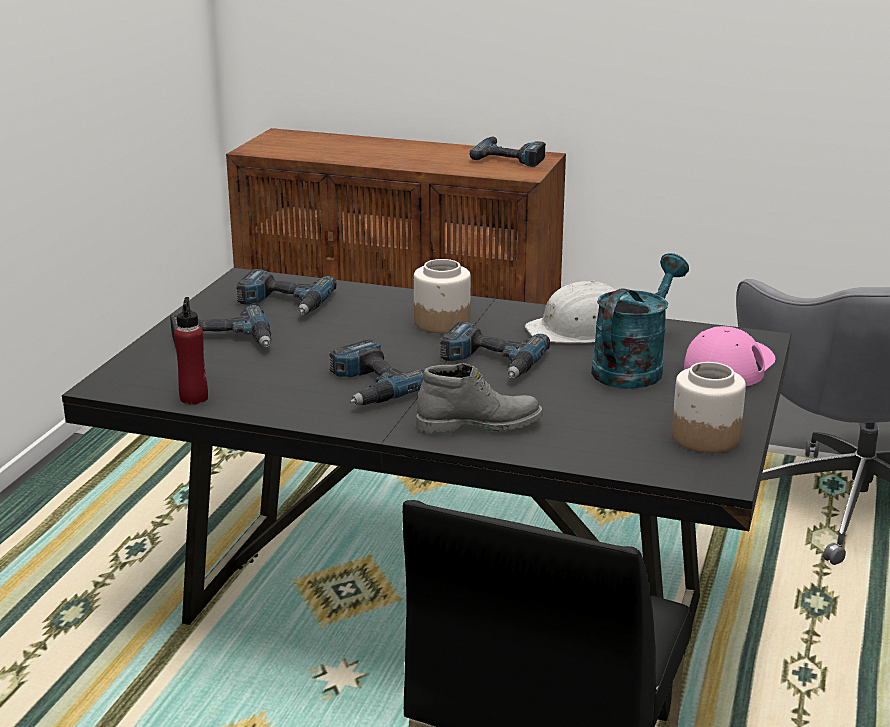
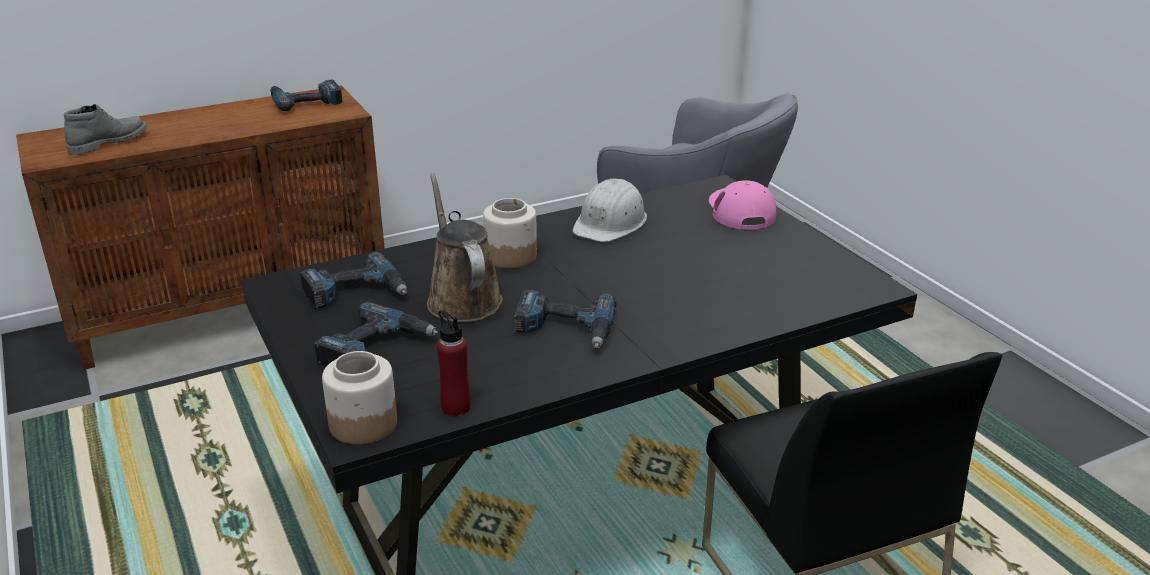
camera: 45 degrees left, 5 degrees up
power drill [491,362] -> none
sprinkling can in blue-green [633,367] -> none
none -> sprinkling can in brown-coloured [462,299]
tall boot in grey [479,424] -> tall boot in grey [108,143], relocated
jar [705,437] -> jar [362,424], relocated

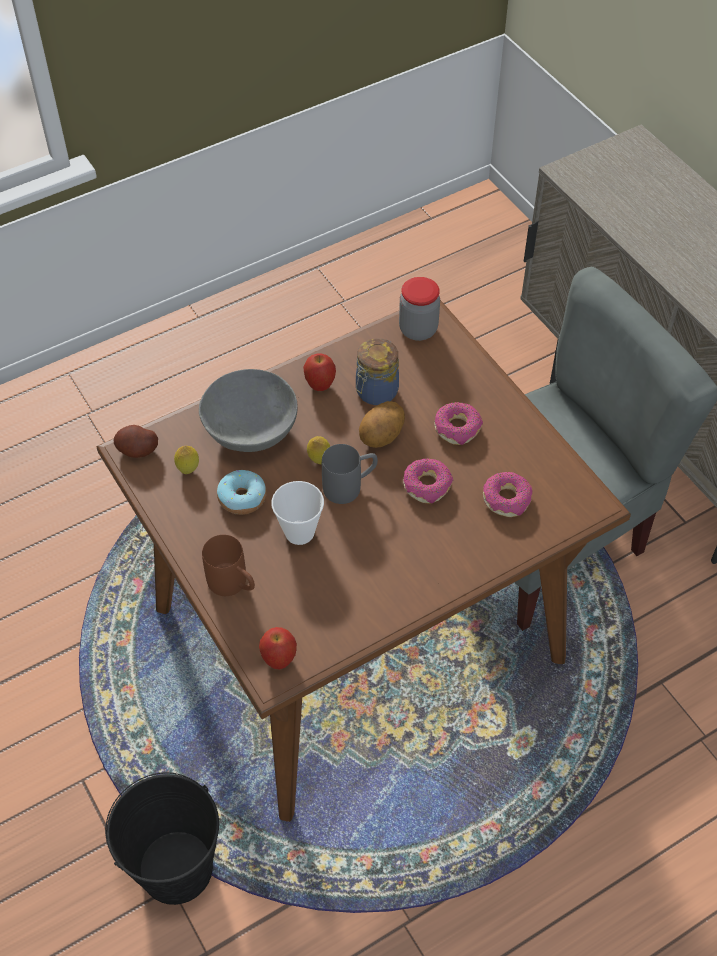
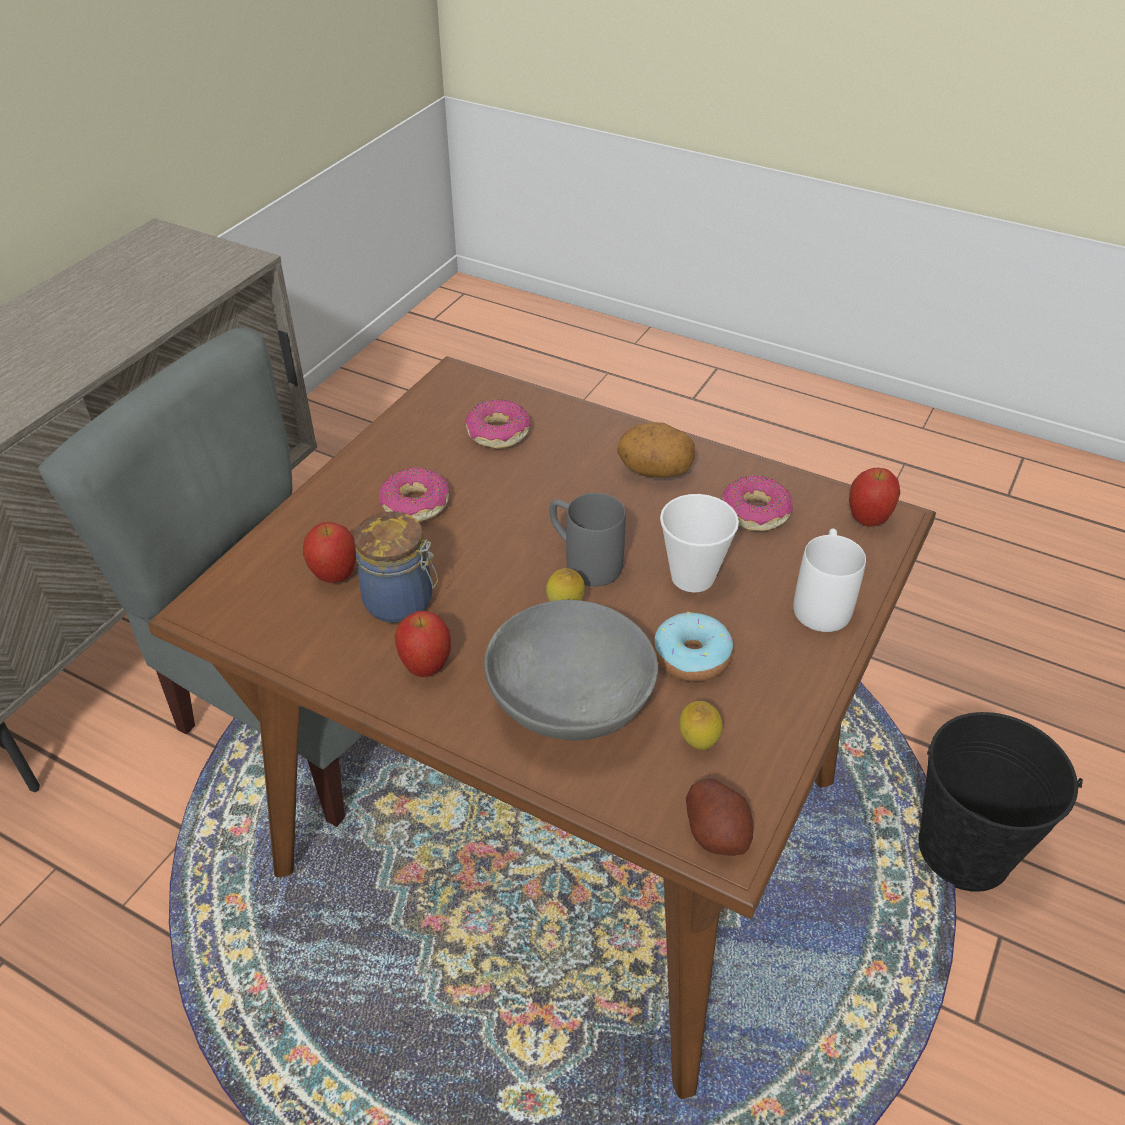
camera: 120 degrees left, 10 degrees down
jar [418,329] -> none
none -> whole apple [335,576]
whole potato [382,436] -> whole potato [655,471], relocated
ring doughnut [427,485] -> ring doughnut [755,513], relocated
coffee mug in brown-coloured [233,585] -> coffee mug in white-coloured [822,601]

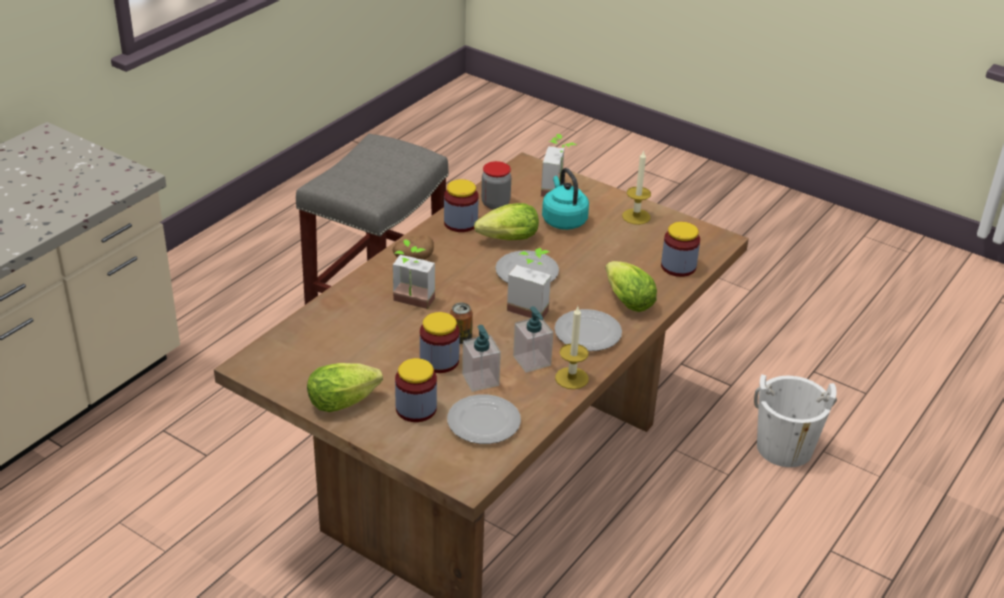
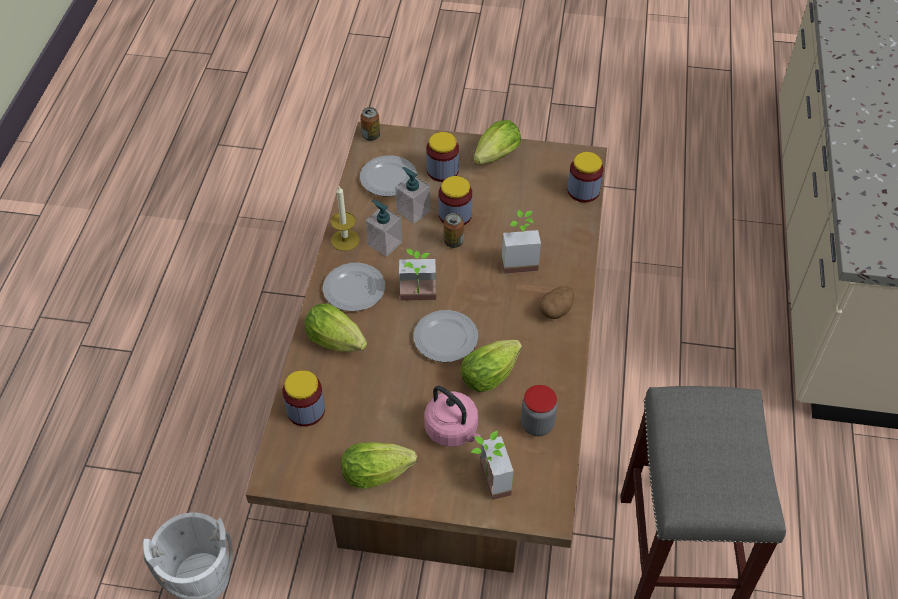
camera: 155 degrees right, 15 degrees up
none -> sealed can [371,136]
jar [460,223] -> jar [583,191], relocated
candle [636,216] -> head of lettuce [380,473]
tea kettle in blue-green [563,220] -> tea kettle in pink [453,431]

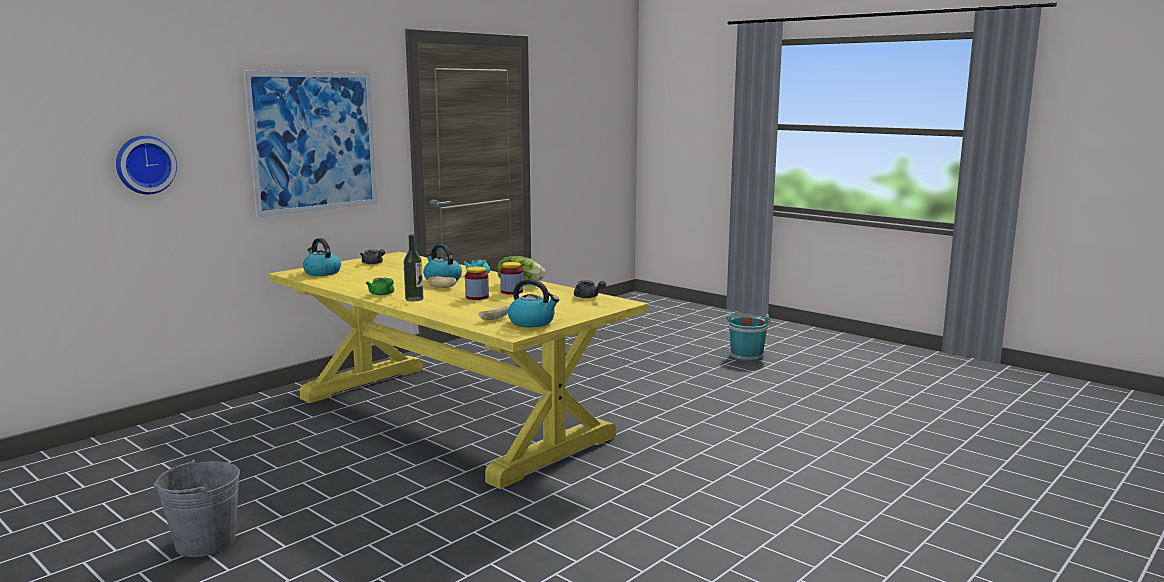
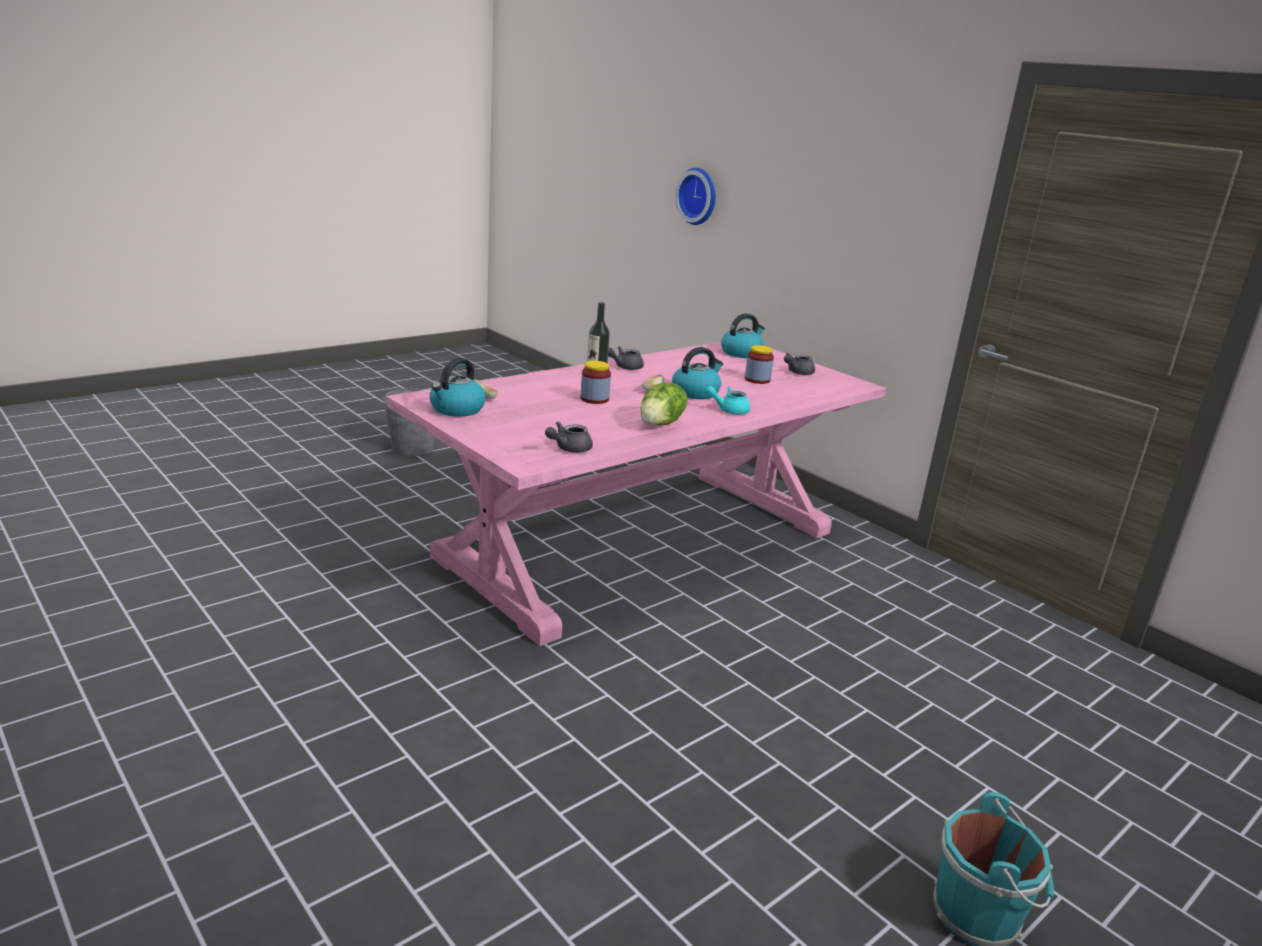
camera: 95 degrees right, 10 degrees up
wall picture [314,142] -> none
jar [512,292] -> jar [757,380], relocated
kitchen table in yellow [450,416] -> kitchen table in pink [642,544]
teapot in green-coloured [383,294] -> teapot in grey [624,367]

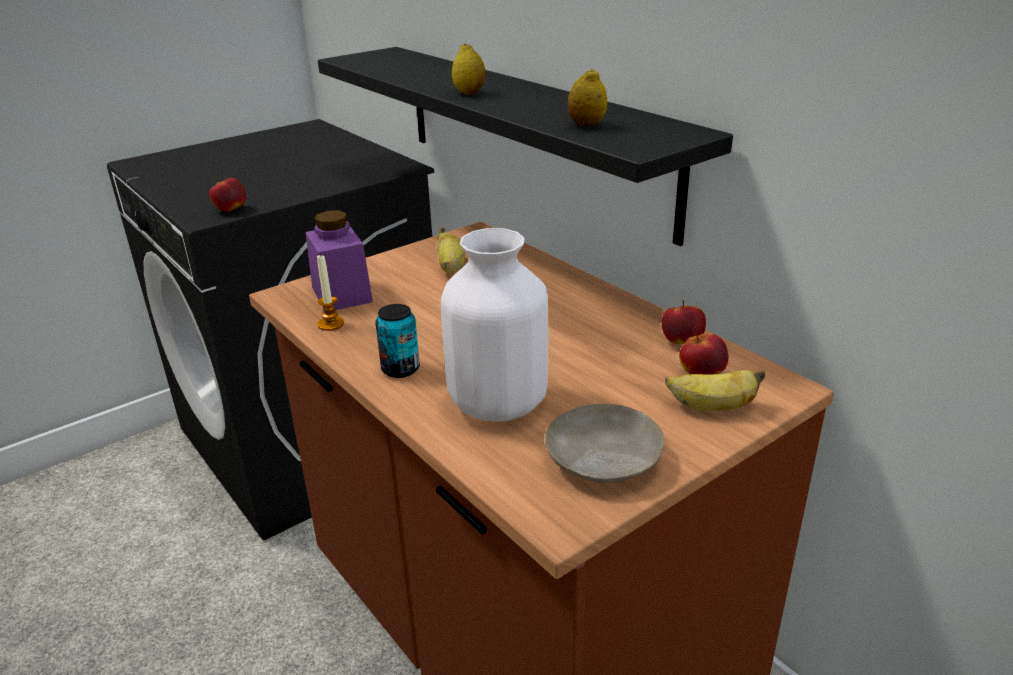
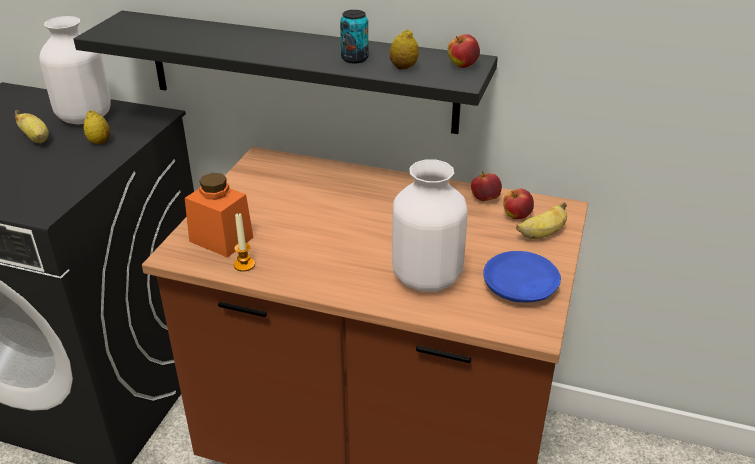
camera: 35 degrees left, 5 degrees up
none -> vase in white-coloured [84,117]
whole apple [231,210] -> whole apple [462,66], relocated
sealed can [400,369] -> sealed can [354,59], relocated
banana fruit [451,267] -> banana fruit [36,139], relocated
citrus fruit [469,93] -> citrus fruit [99,142], relocated
jar in purple-coloured [342,294] -> jar in orange-coloured [221,239]
flat dish in sand-coloured [602,459] -> flat dish in blue [519,287]

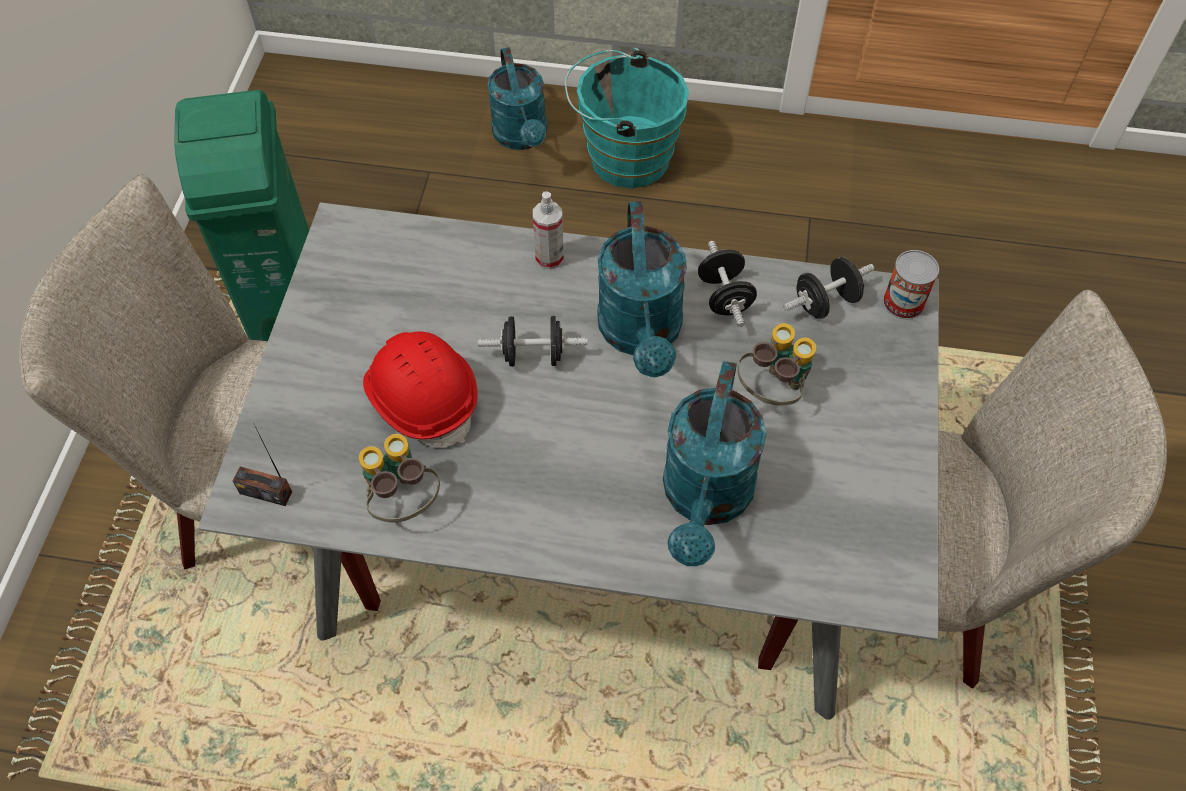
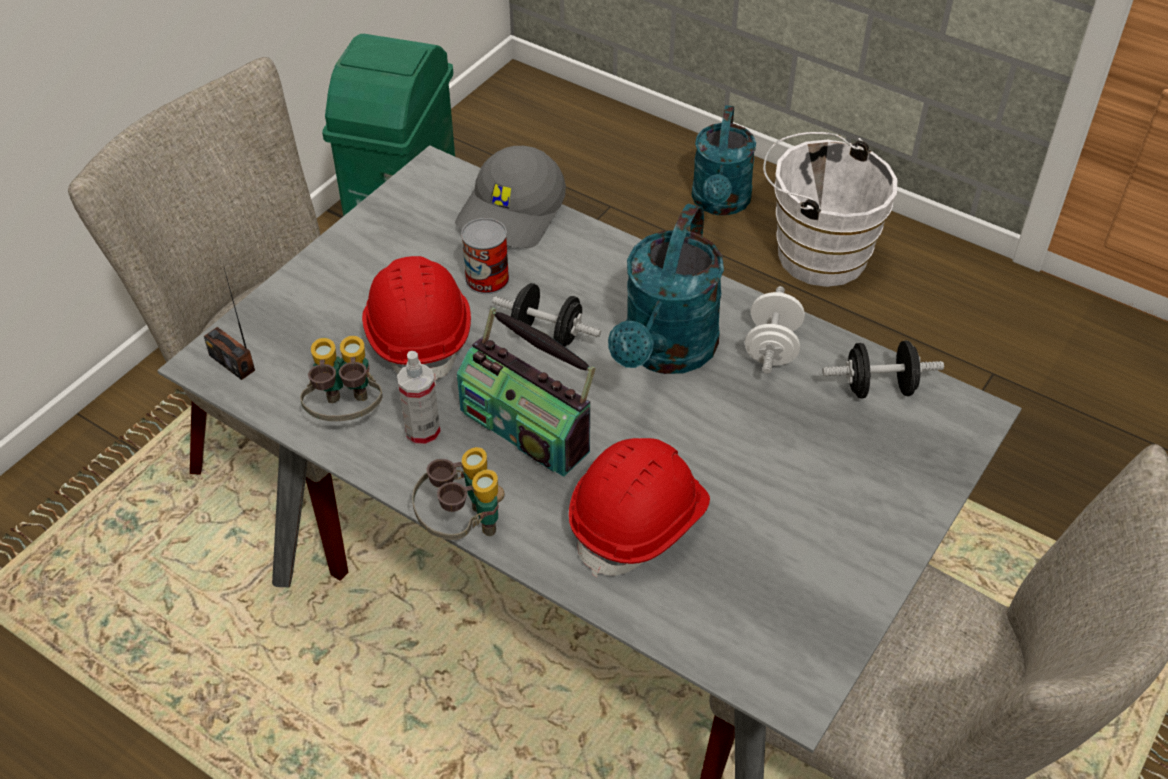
camera: 25 degrees right, 10 degrees down
none -> peaked cap in grey [513,213]
none -> radio receiver [527,428]
hand sprayer [549,258] -> hand sprayer [423,432], relocated
binoculars [772,390] -> binoculars [462,527], relocated
sealed can [903,302] -> sealed can [487,279], relocated
sprinkling can in blue-green [705,499] -> safety helmet in red [640,521]
pail in blue-green [623,157] -> pail in white-coloured [815,252]
free weight in blackish [724,297] -> free weight in white-coloured [772,347]

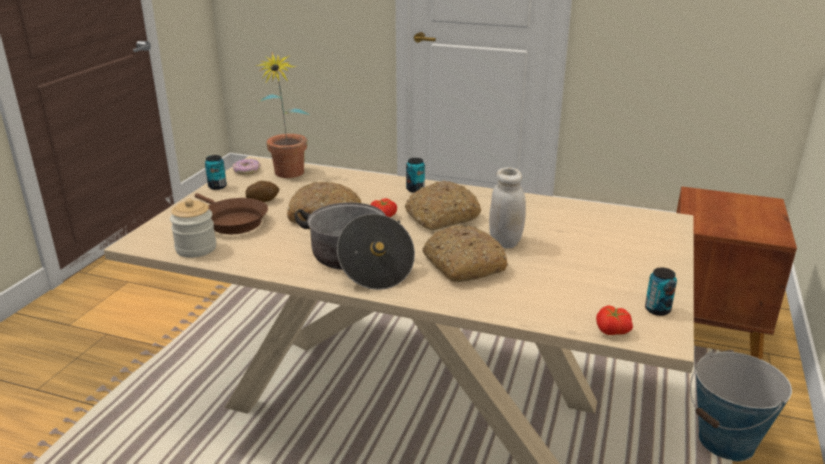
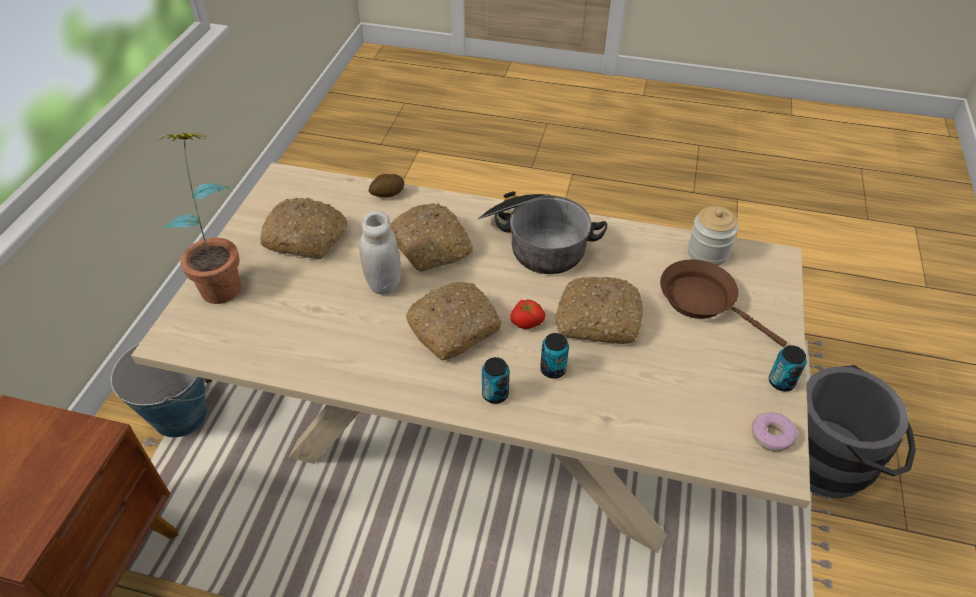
camera: 175 degrees right, 20 degrees up
tomato [611,331] -> none
none -> bakery bread [306,237]
none -> pail in grey [833,460]
whole potato [263,200] -> whole potato [387,194], relocated
plant in a pot [287,176] -> plant in a pot [223,280], relocated
sealed can [657,310] -> sealed can [553,369], relocated

